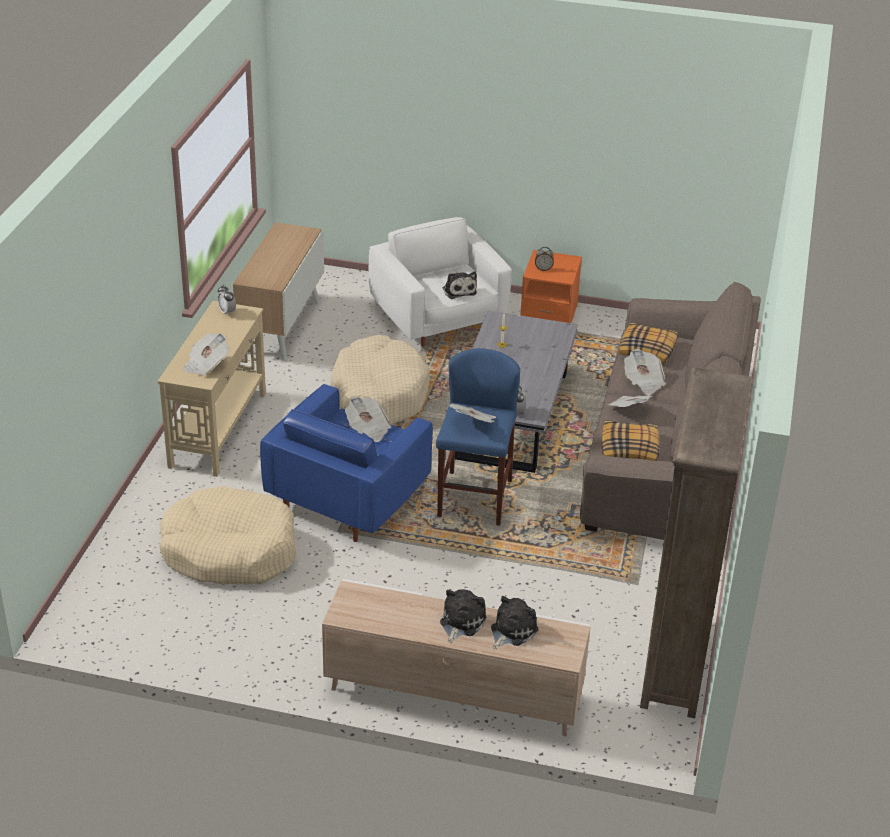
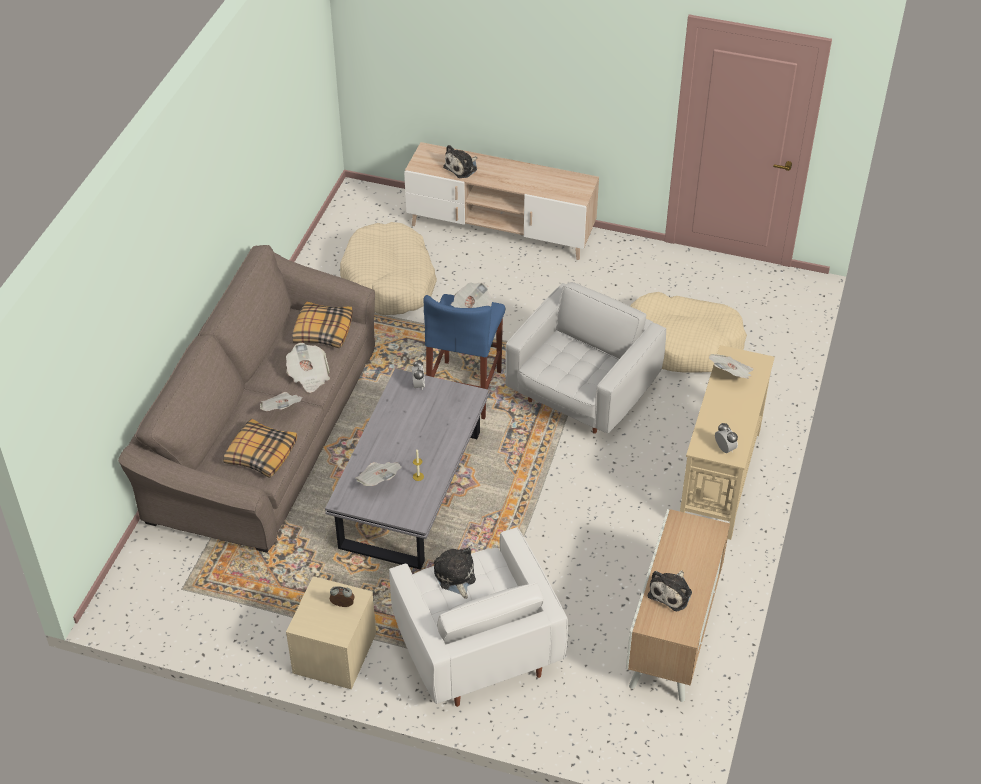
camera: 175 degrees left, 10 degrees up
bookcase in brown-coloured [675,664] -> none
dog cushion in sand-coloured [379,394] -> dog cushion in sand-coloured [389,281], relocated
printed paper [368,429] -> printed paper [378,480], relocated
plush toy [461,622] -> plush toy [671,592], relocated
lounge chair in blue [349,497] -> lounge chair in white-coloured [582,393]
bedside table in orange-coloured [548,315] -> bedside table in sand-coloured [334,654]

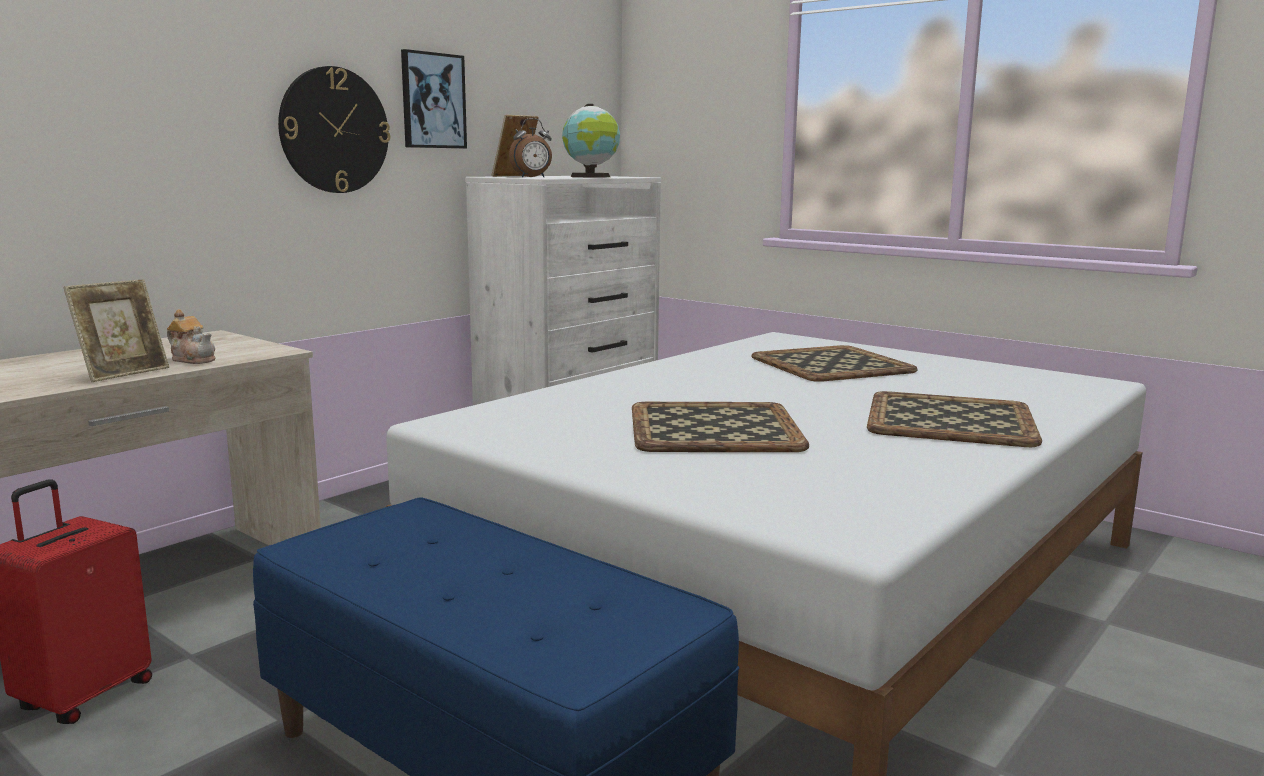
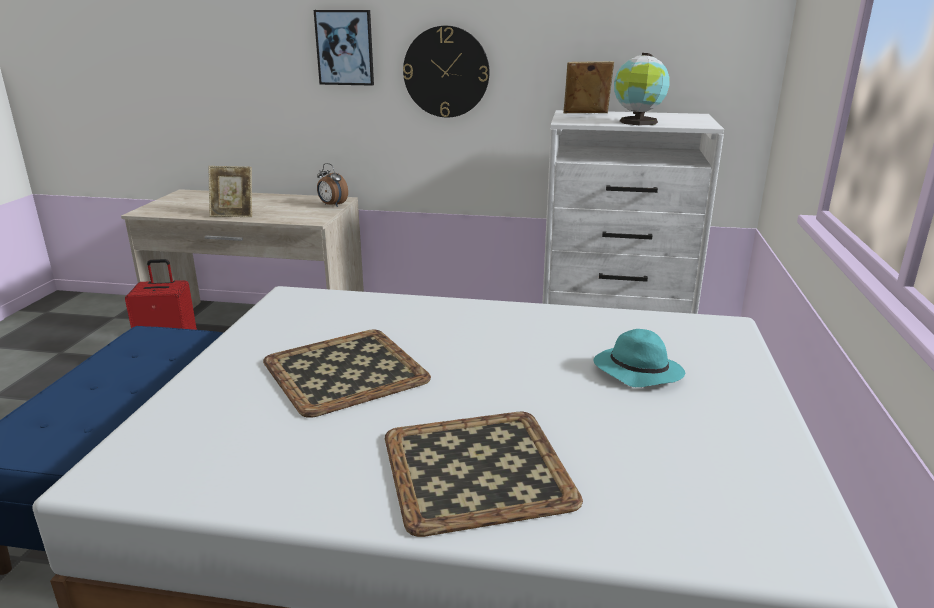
camera: 60 degrees right, 10 degrees up
teapot [193,359] -> none
wall picture [432,100] -> wall picture [345,47], relocated
bedside clock [532,177] -> bedside clock [332,205], relocated
serving tray [831,365] -> hat in blue-green [636,371]

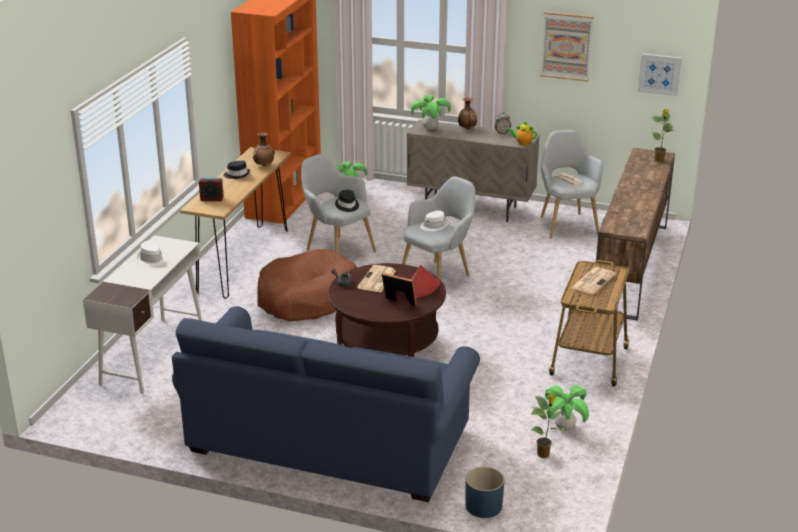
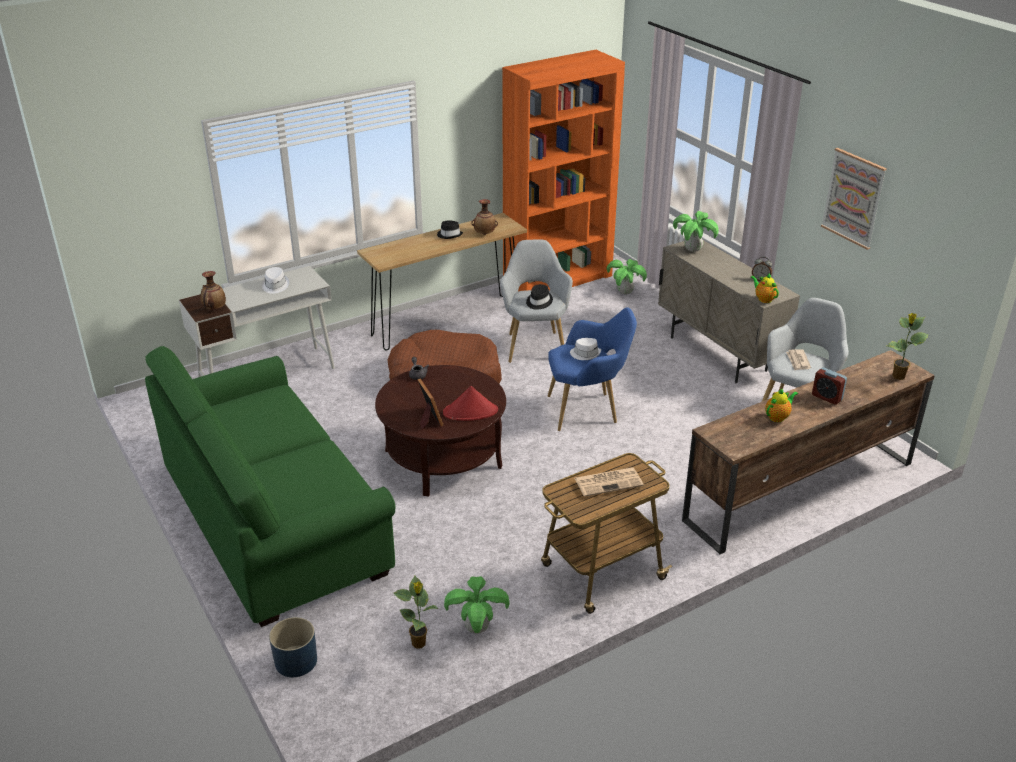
camera: 40 degrees right, 5 degrees up
printed paper [376,280] -> none
wall picture [659,74] -> none
none -> teapot [778,417]
bedside clock [212,199] -> bedside clock [827,397], relocated
vase [467,128] -> vase [214,309], relocated
couch in blue [328,440] -> couch in green-coloured [274,520]
lounge chair in grey [439,276] -> lounge chair in blue [587,410]

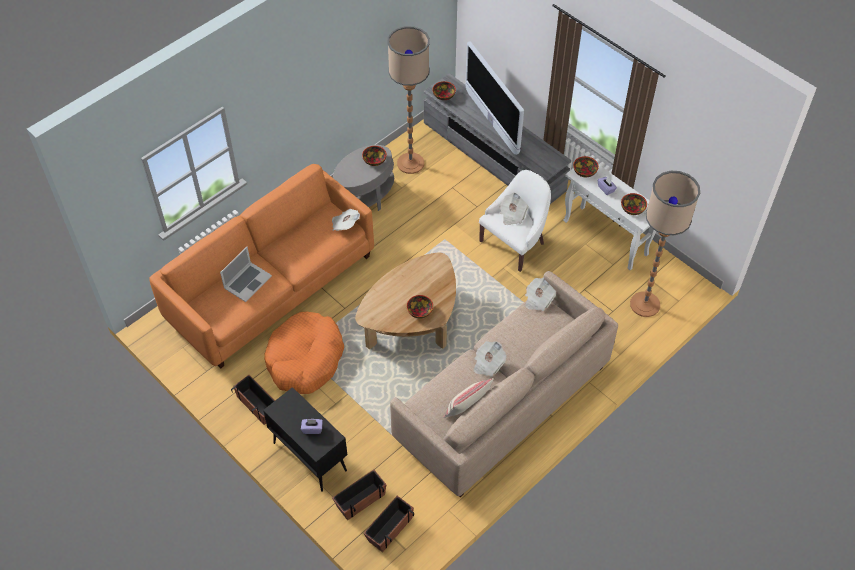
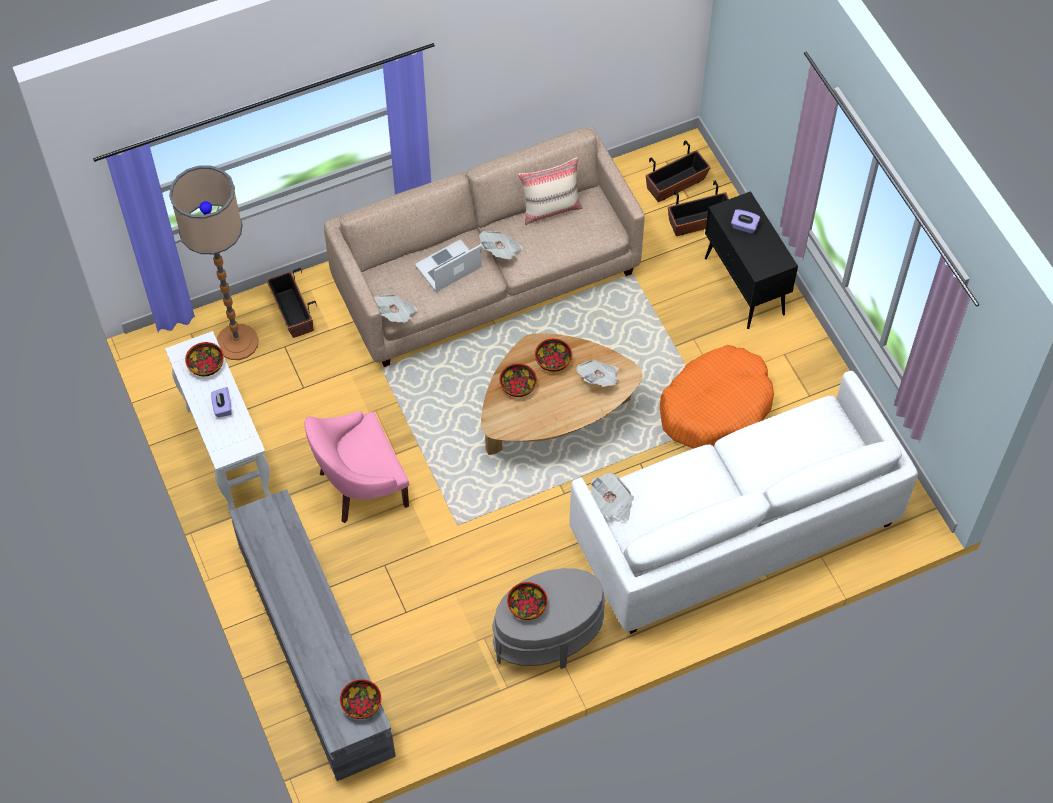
camera: 160 degrees left, 5 degrees up
standing lamp [410,163] -> none
television [491,122] -> none
laptop [247,282] -> laptop [448,266], relocated
planter [257,405] -> planter [292,313], relocated
printed paper [512,214] -> printed paper [599,379], relocated
serving bowl [585,172] -> serving bowl [518,386], relocated
couch in orange-coloured [271,287] -> couch in white-coloured [734,528]
lounge chair in white-coloured [515,243] -> lounge chair in pink [360,485]

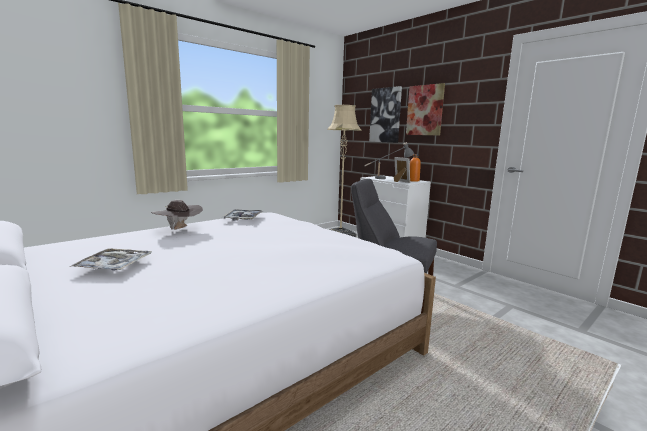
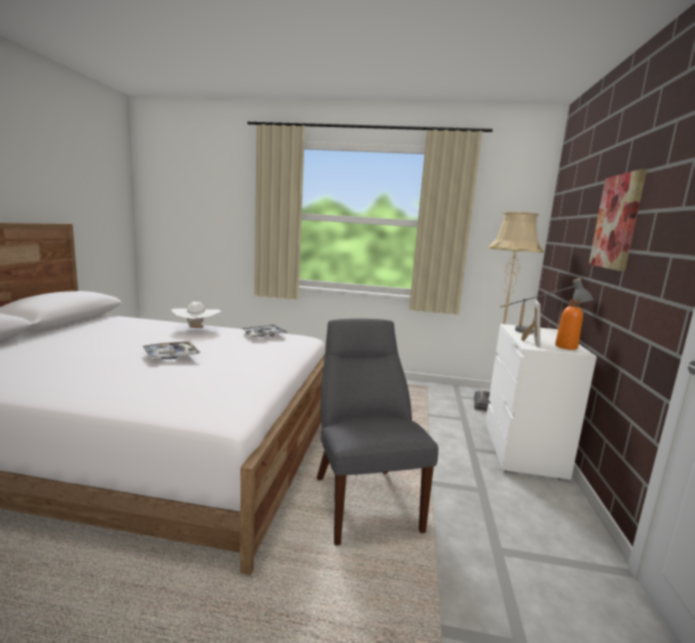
camera: 50 degrees right, 0 degrees up
wall picture [385,115] -> none
serving tray [114,266] -> serving tray [171,356], relocated
hat in brown-coloured [179,230] -> hat in white-coloured [196,329]

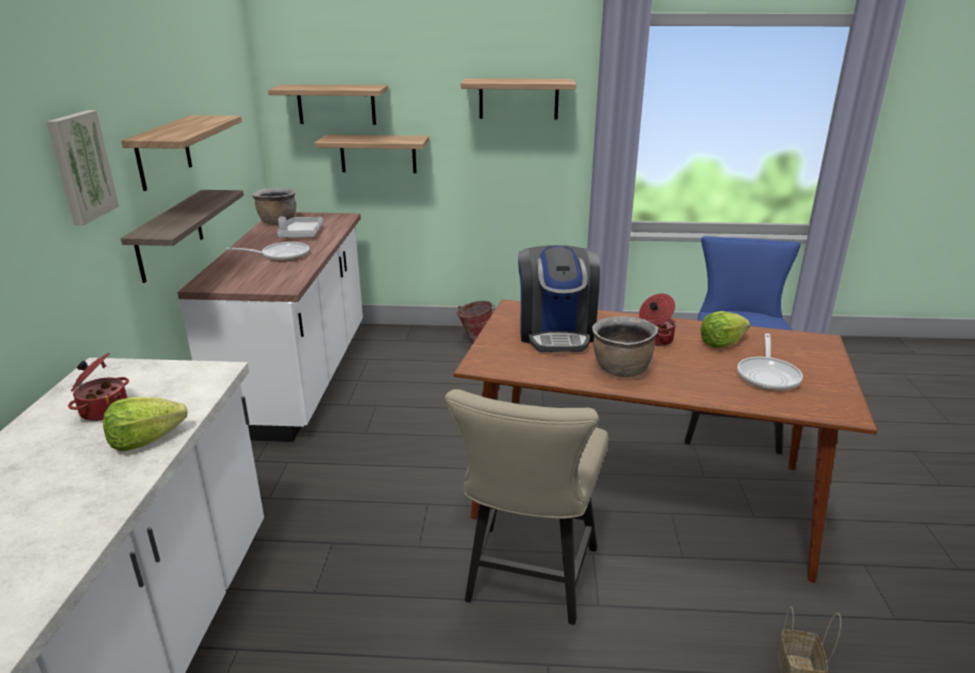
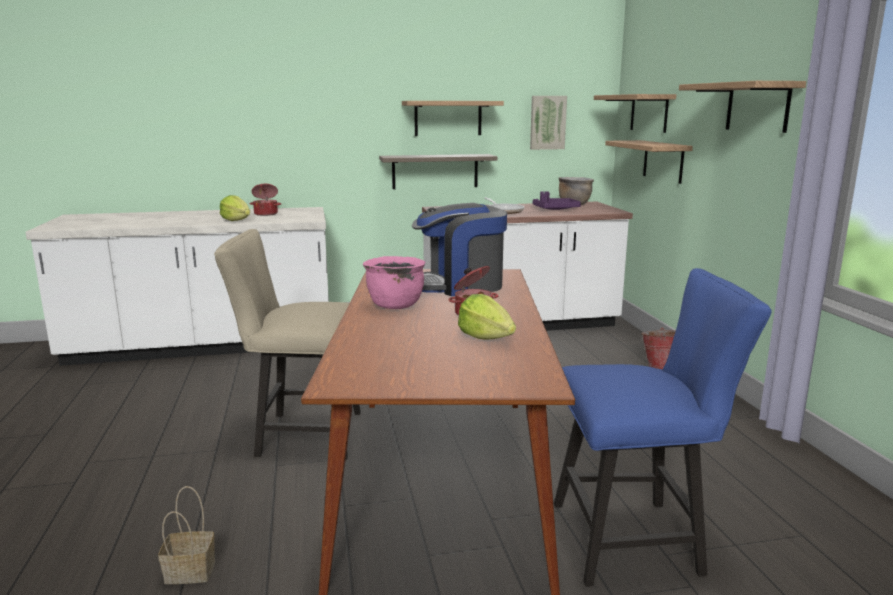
camera: 75 degrees right, 10 degrees down
frying pan [768,376] -> none
wall picture [80,166] -> wall picture [547,122], relocated
serving tray in grey [301,234] -> serving tray in purple-coloured [555,209]
cooking pot in brown-coloured [621,370] -> cooking pot in pink [395,305]

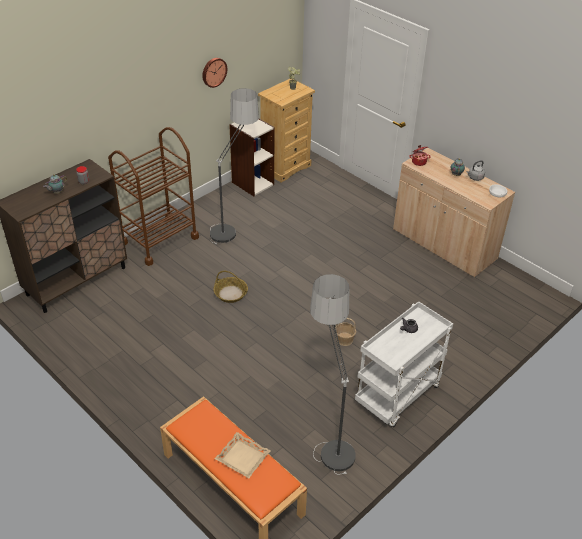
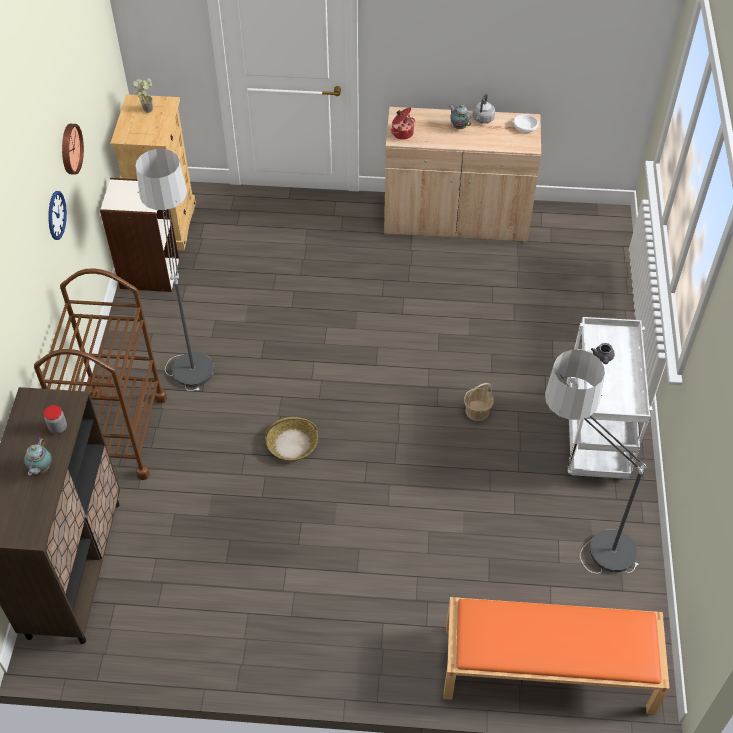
camera: 40 degrees left, 10 degrees up
serving tray in sand-coloured [242,458] -> none
none -> clock on the wall [56,215]

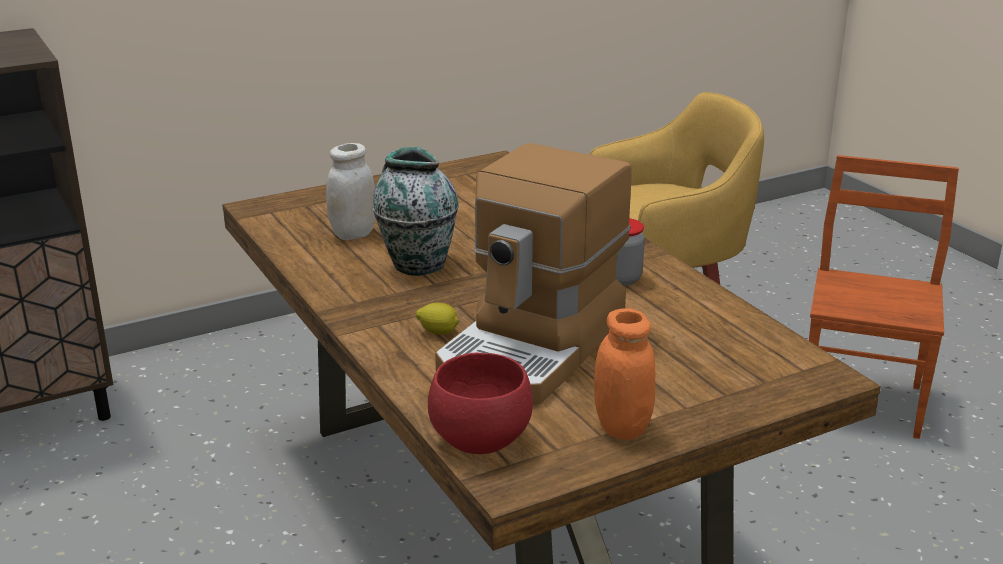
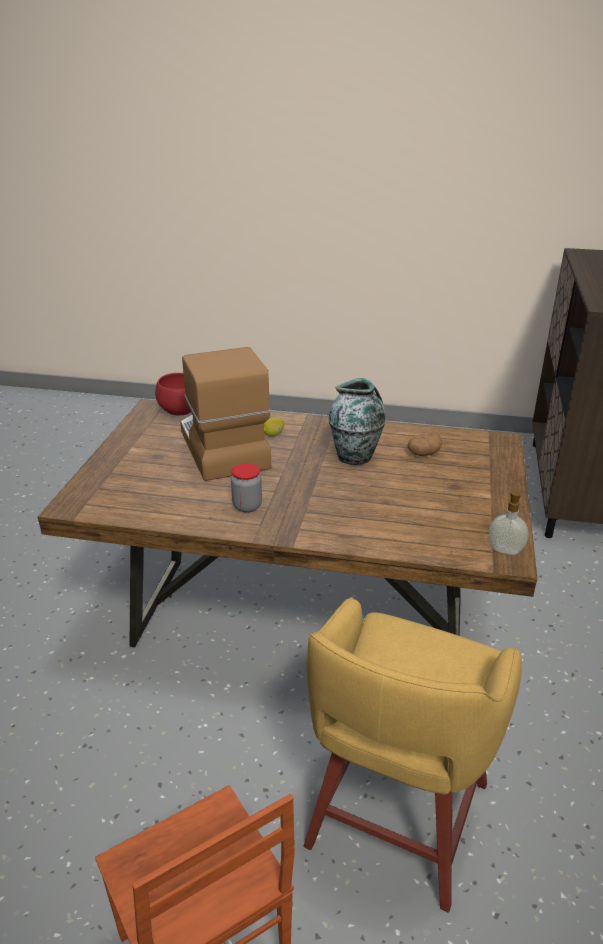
camera: 130 degrees right, 5 degrees up
jar in orange-coloured [622,427] -> none
none -> liquid soap bottle [505,549]
jar in white-coloured [353,234] -> whole potato [423,454]

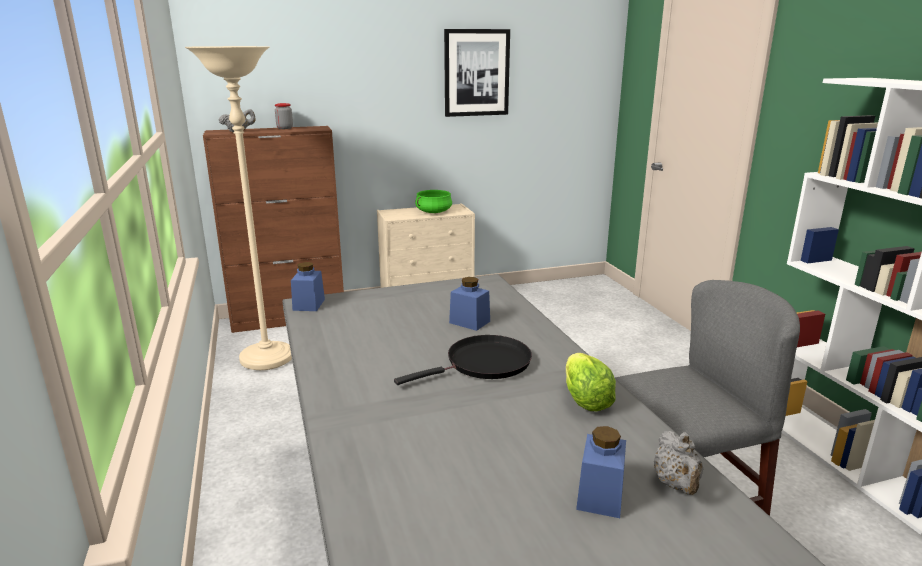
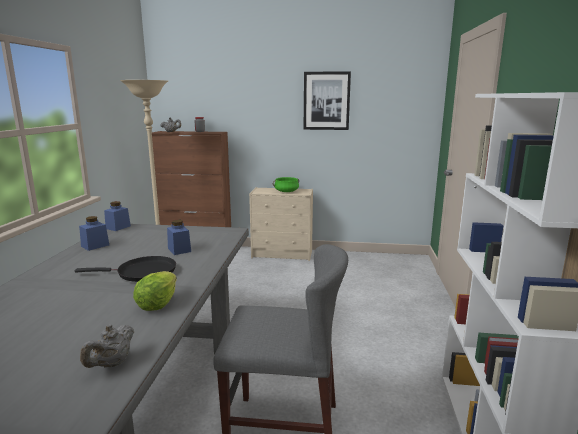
camera: 25 degrees right, 5 degrees down
jar in blue [600,496] -> jar in blue [95,246], relocated

